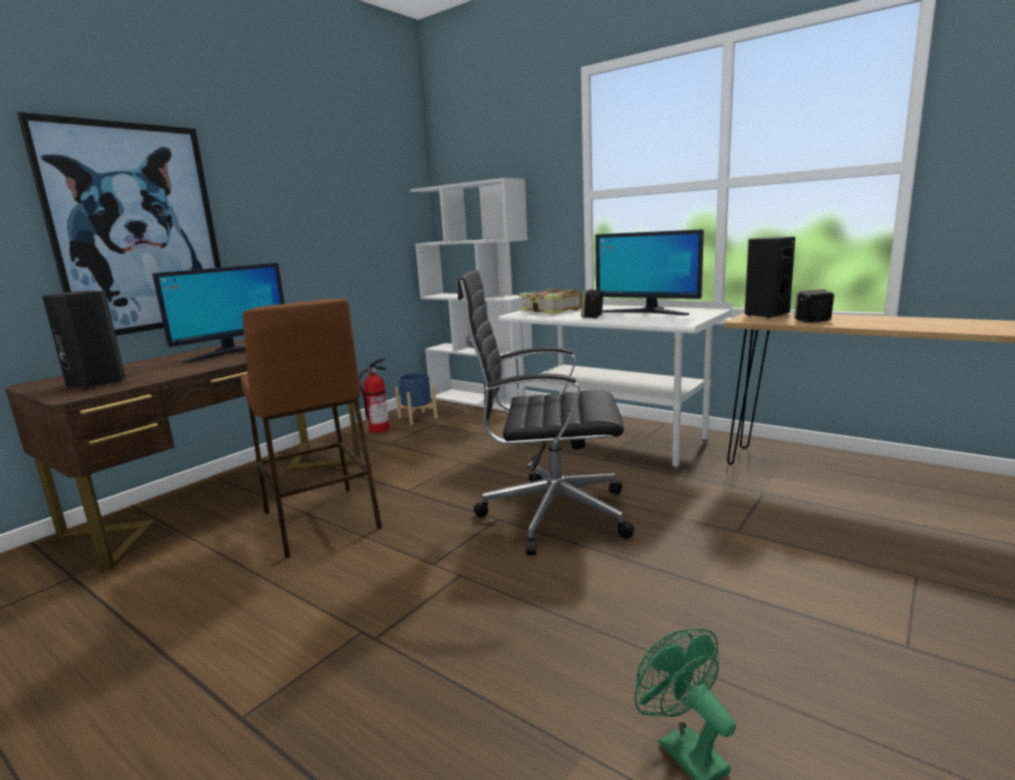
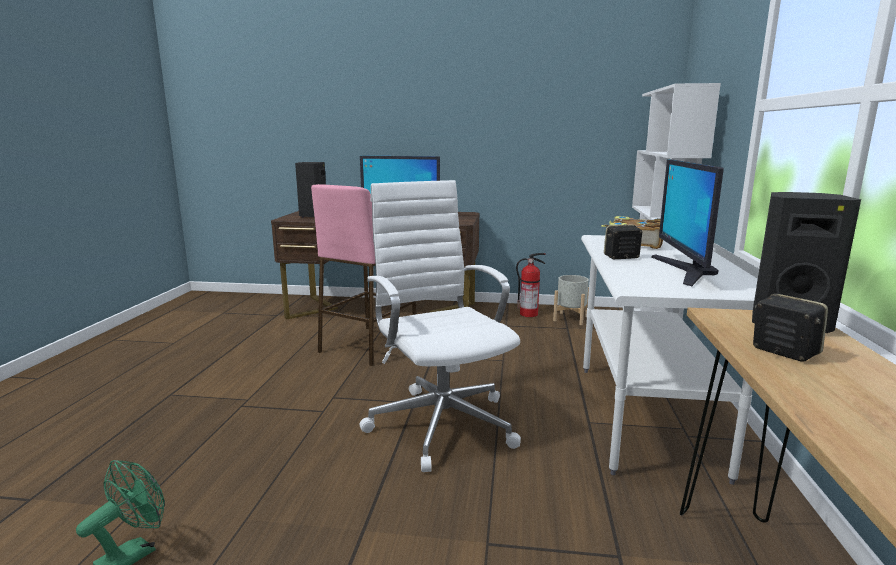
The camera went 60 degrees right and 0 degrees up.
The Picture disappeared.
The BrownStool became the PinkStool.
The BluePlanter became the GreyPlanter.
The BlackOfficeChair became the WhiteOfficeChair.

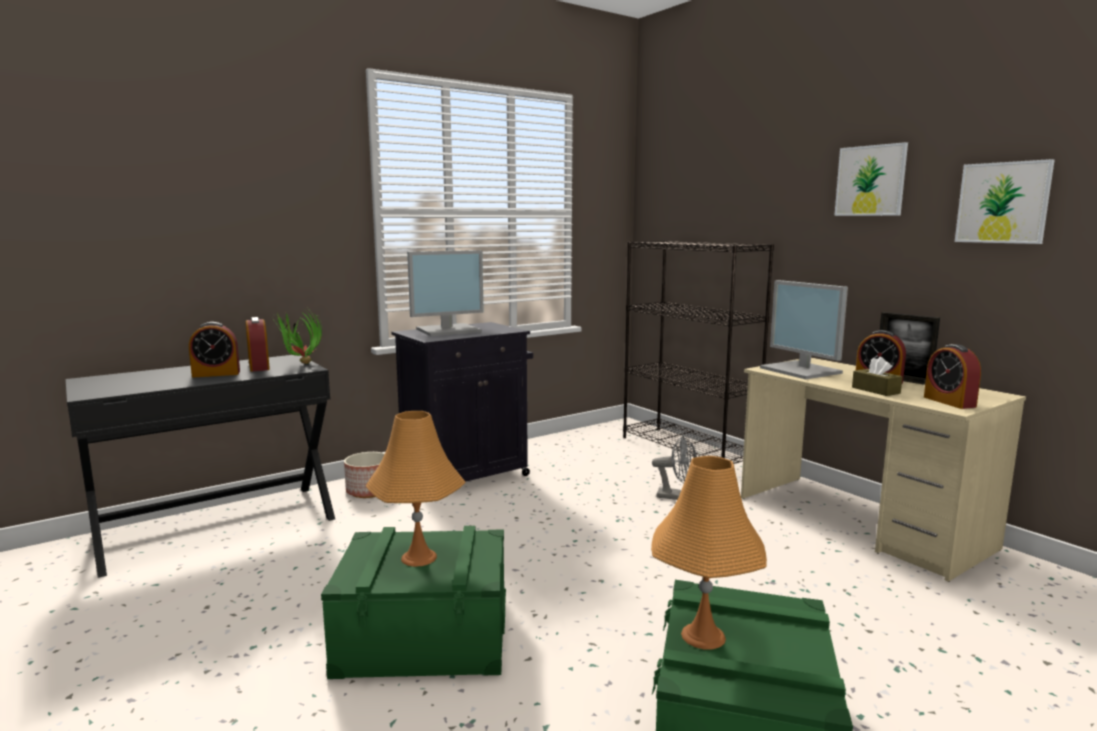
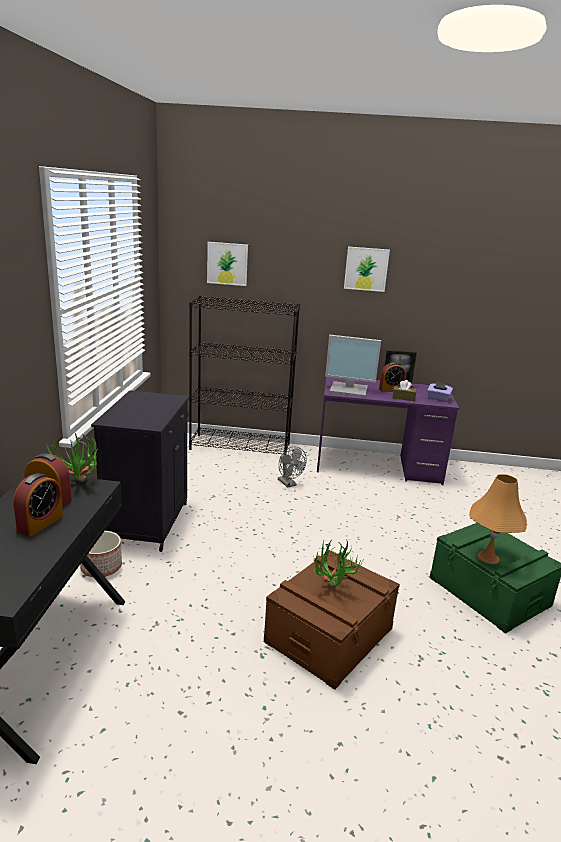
The camera went 50 degrees left and 10 degrees up.
The Monitor (1st from left) disappeared.
The Picture (2nd from left in the first image) moved.
The OrangeTableLamp (1st from left) was replaced by the PottedPlant (2nd from left).
The AlarmClock (4th from left) was replaced by the PurpleTissueBox.
The GreenStorageBox (1st from left) became the BrownStorageBox.
The BeigeDesk became the PurpleDesk.
The GreyFan turned 90 degrees clockwise.

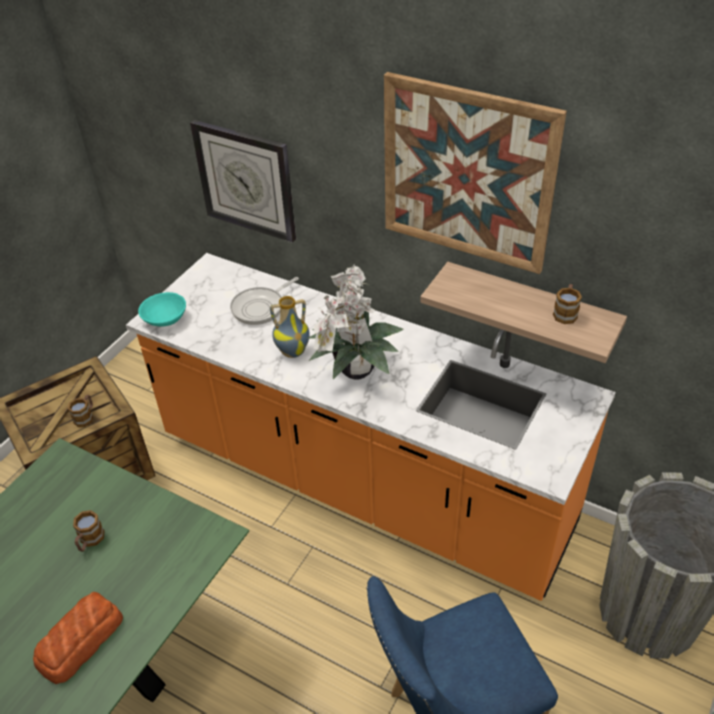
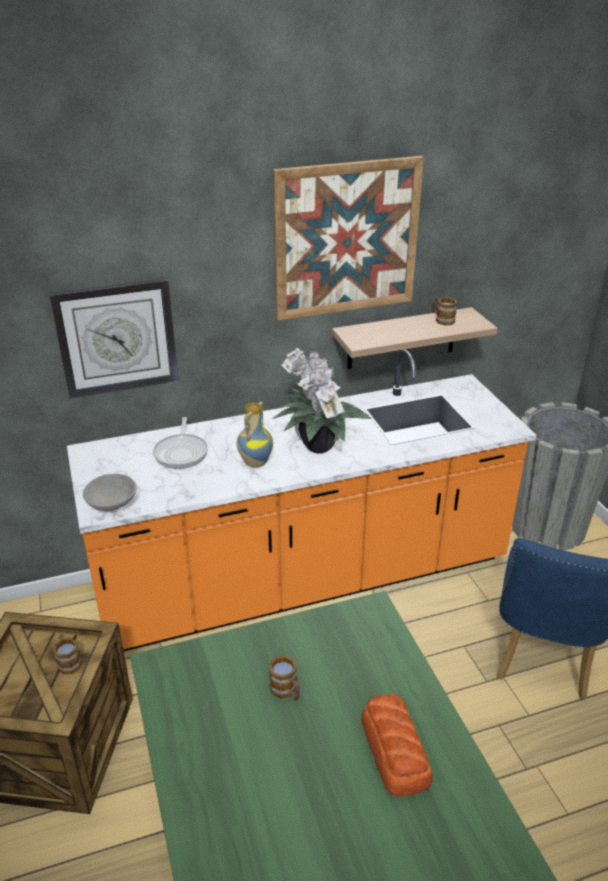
The camera went 50 degrees left and 10 degrees down.
The TurquoiseBowl became the GreyBowl.

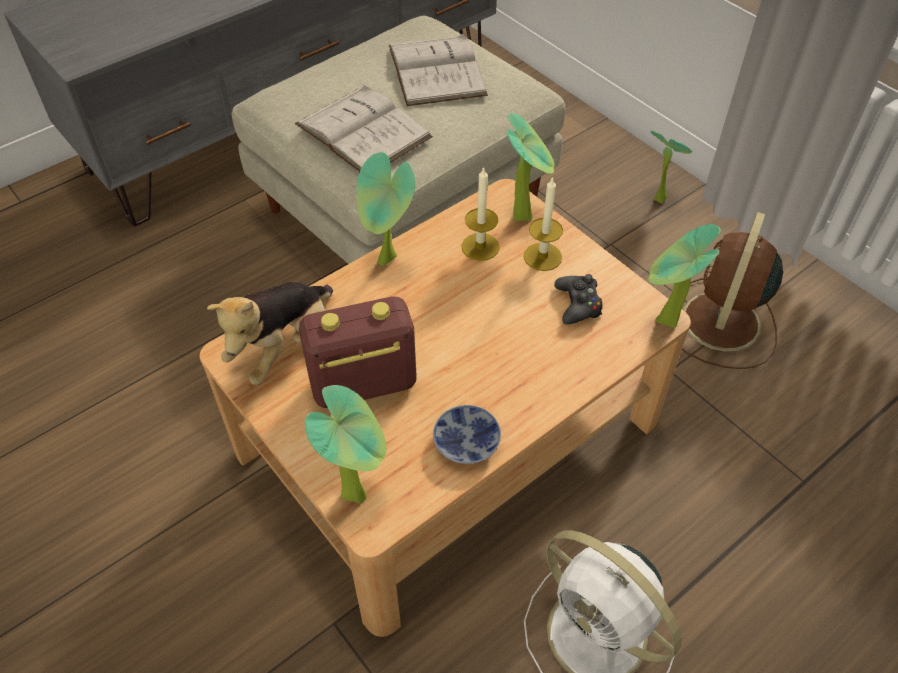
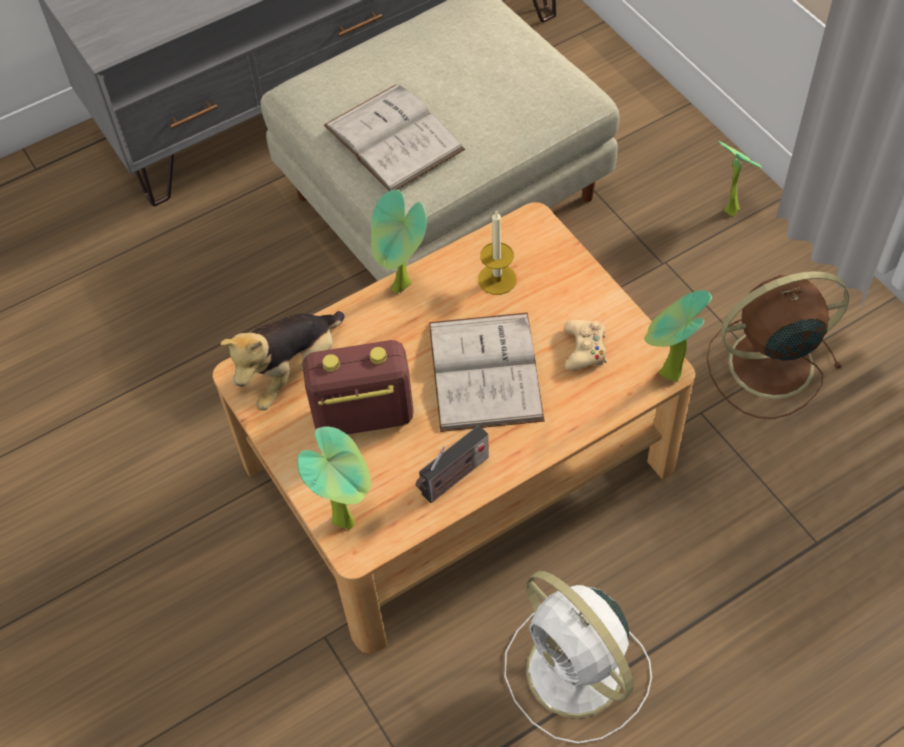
The camera went 10 degrees right and 5 degrees up.
The PottedPlant (3rd from left) disappeared.
The Candle (2nd from left) disappeared.
The WhiteBook (2nd from left) moved.
The Bowl was replaced by the Radio (2nd from left).
The BlackGameController became the BeigeGameController.
The BrownFan turned 45 degrees clockwise.

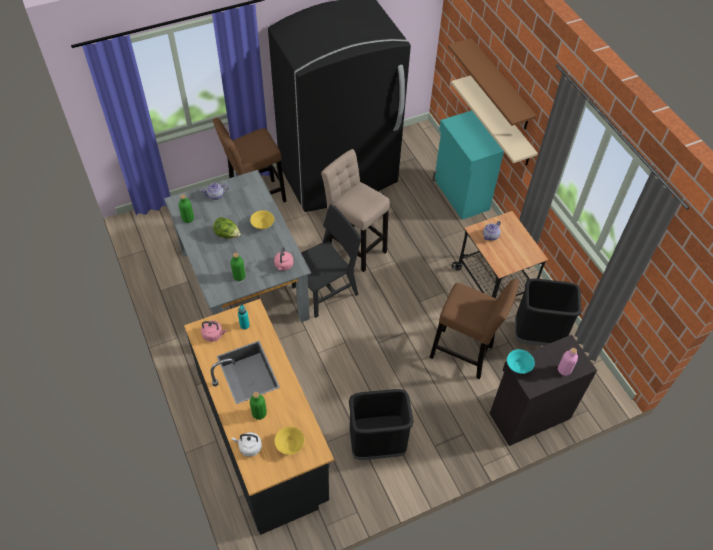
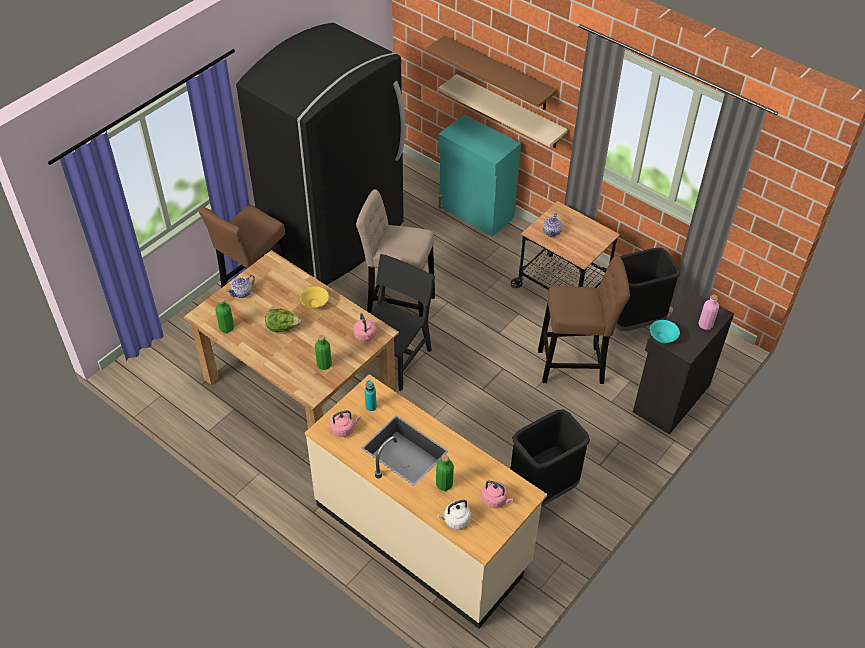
The camera went 25 degrees left and 5 degrees down.
The YellowBowl (2nd from left) was replaced by the PinkKettle (3rd from left).
The GreyDiningTable became the BrownDiningTable.
The BlackCounter became the BeigeCounter.

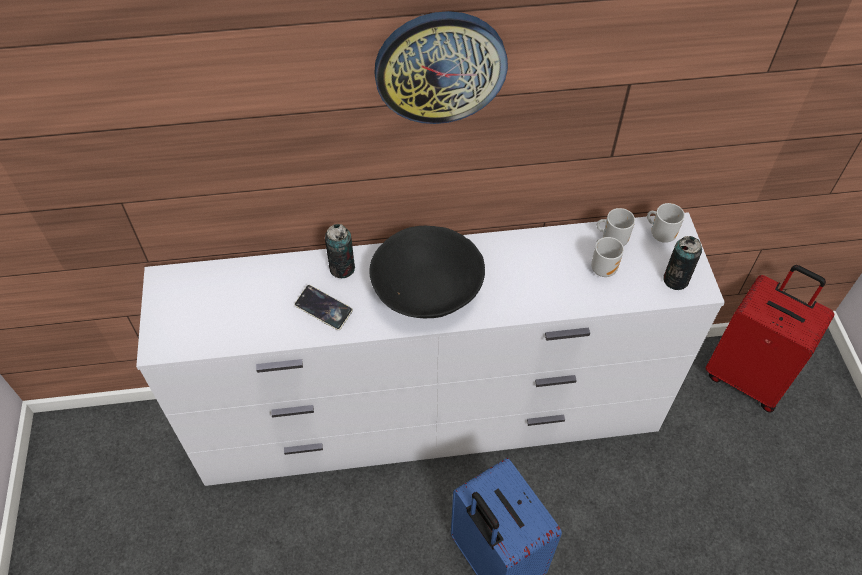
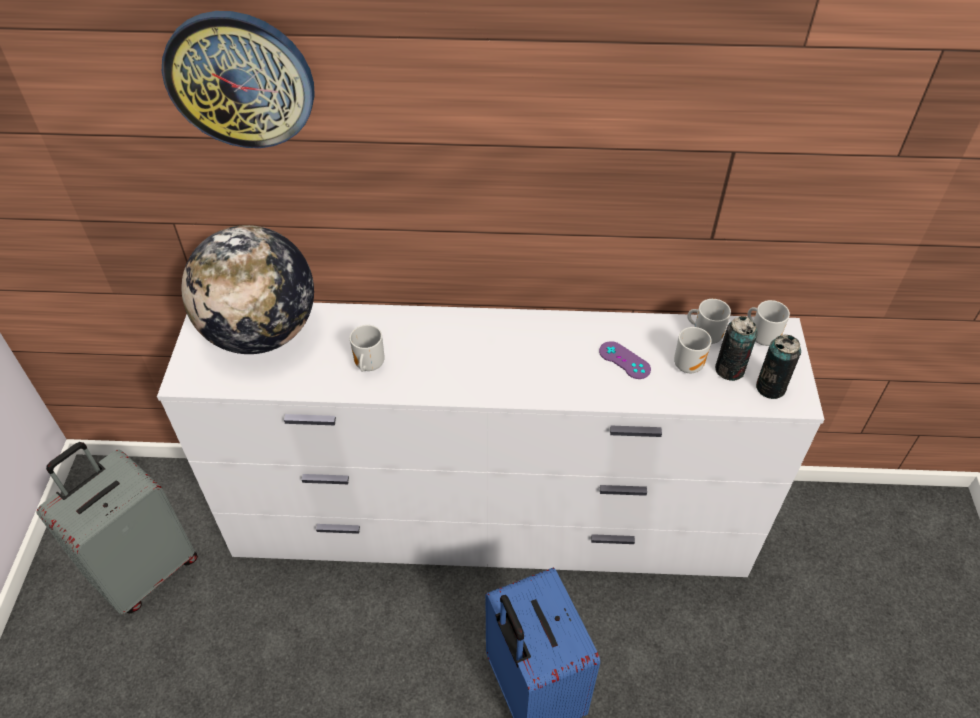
The camera went 10 degrees right and 5 degrees down.
The BlackBowl disappeared.
The RedSuitcase disappeared.
The GreySuitcase appeared.
The Globe appeared.
The PurpleGameController appeared.
The Can (1st from left) moved.
The WallClock moved.
The Phone was replaced by the Mug (1st from left).

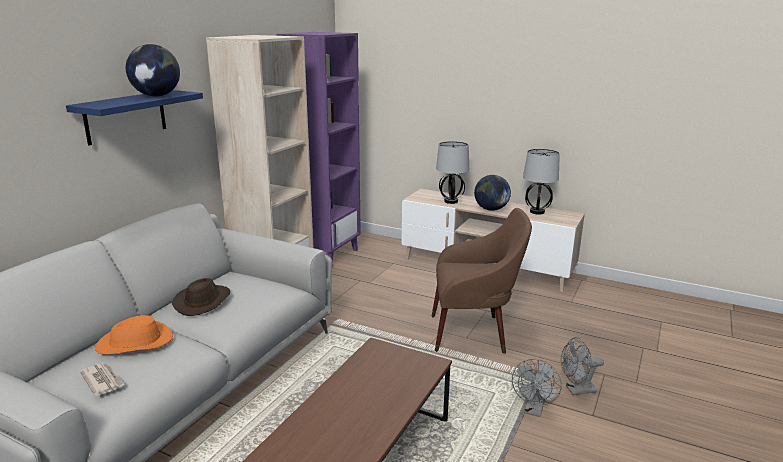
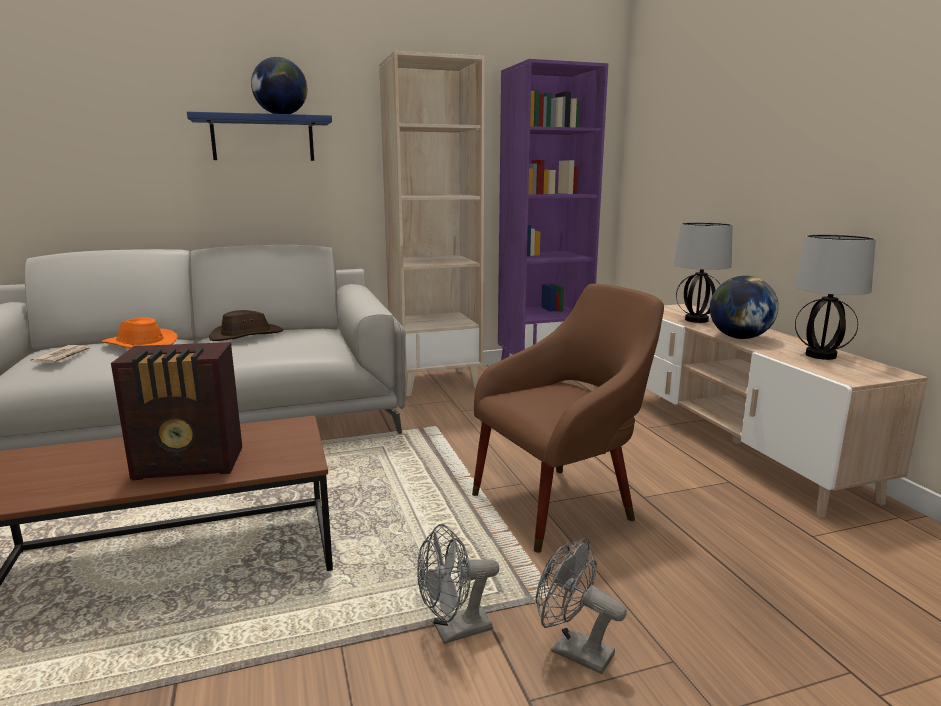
The camera went 45 degrees right and 5 degrees down.
The Radio appeared.
The BrownArmchair turned 75 degrees counterclockwise.

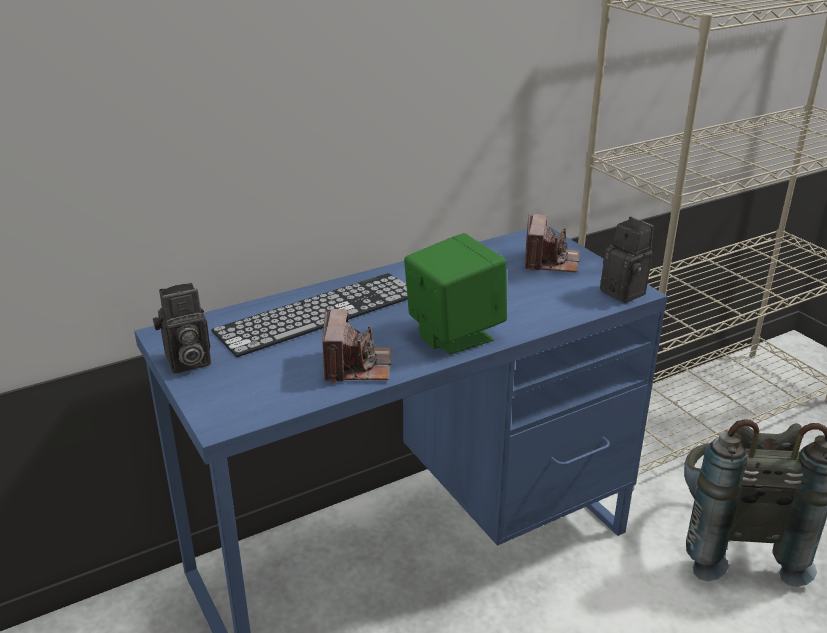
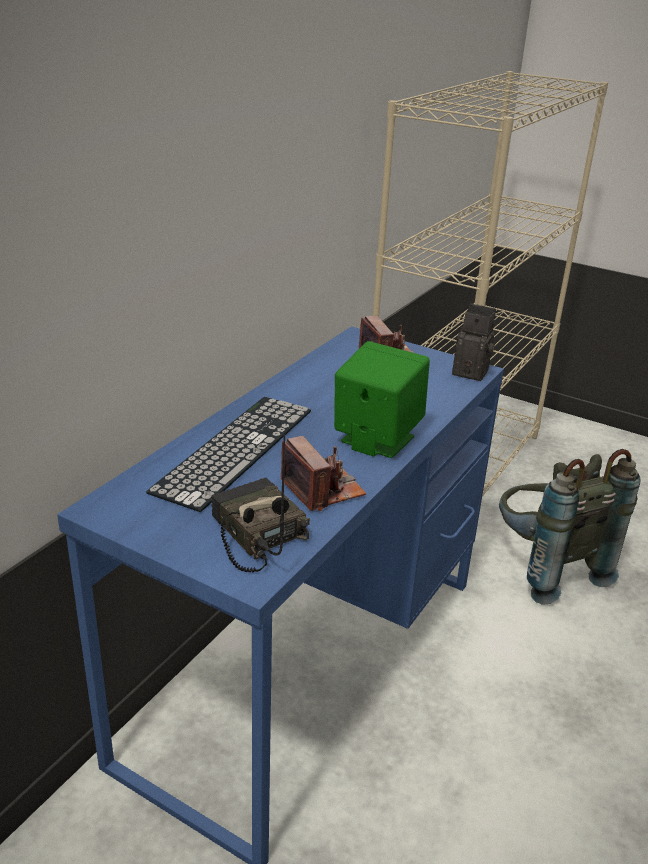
The camera went 30 degrees left and 0 degrees up.
The PhotoCamera (1st from left) disappeared.
The Radio appeared.

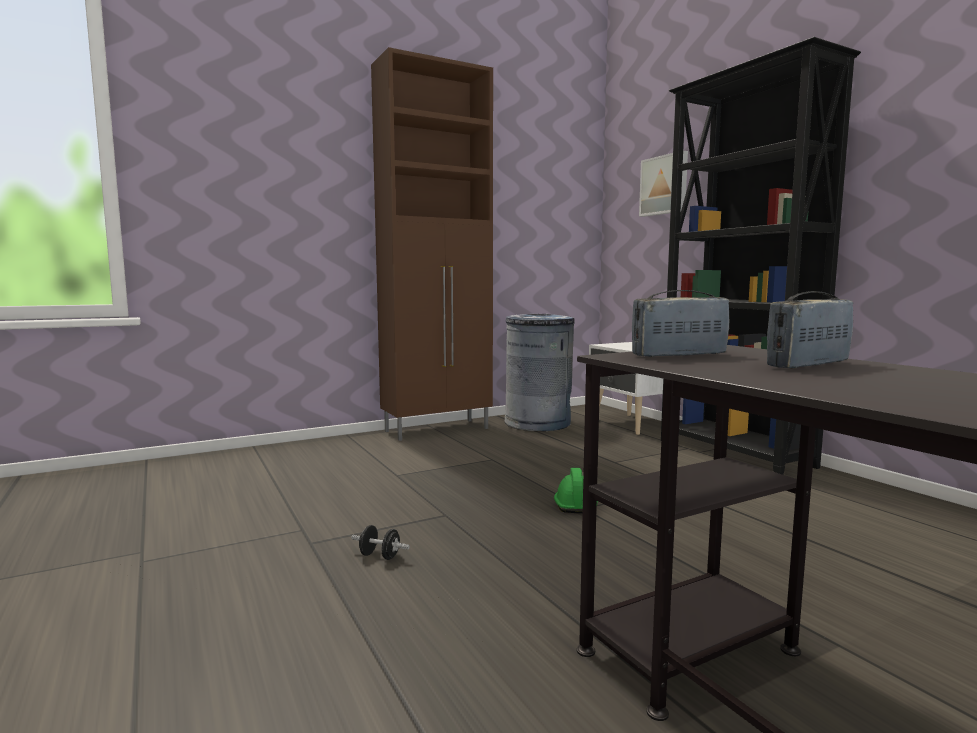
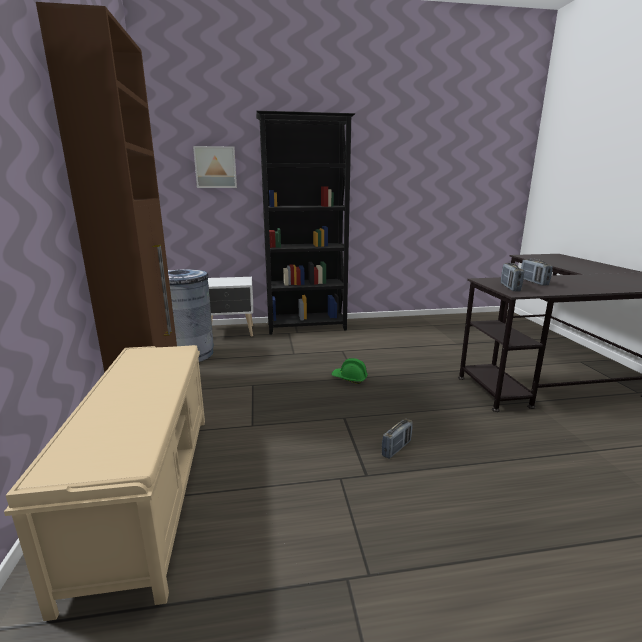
The camera went 70 degrees left and 10 degrees up.
The BeigeBench appeared.
The BlackDumbbell was replaced by the Radio (1st from left).

